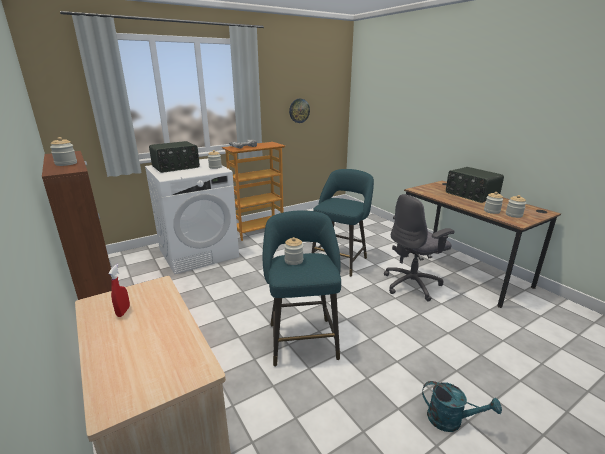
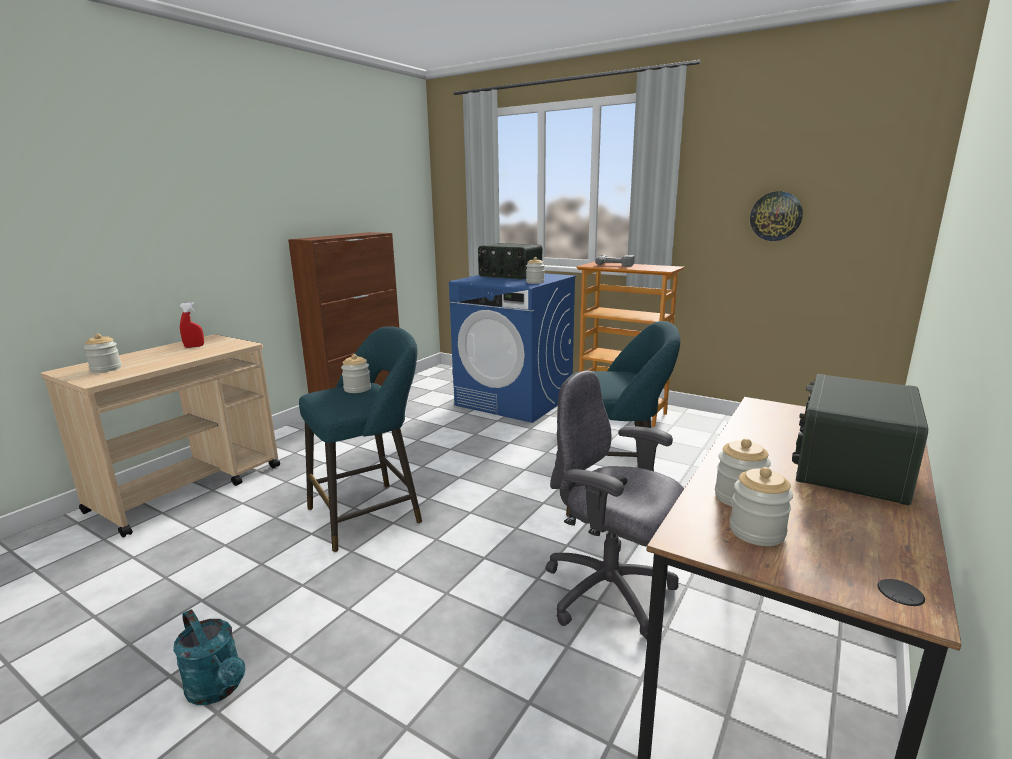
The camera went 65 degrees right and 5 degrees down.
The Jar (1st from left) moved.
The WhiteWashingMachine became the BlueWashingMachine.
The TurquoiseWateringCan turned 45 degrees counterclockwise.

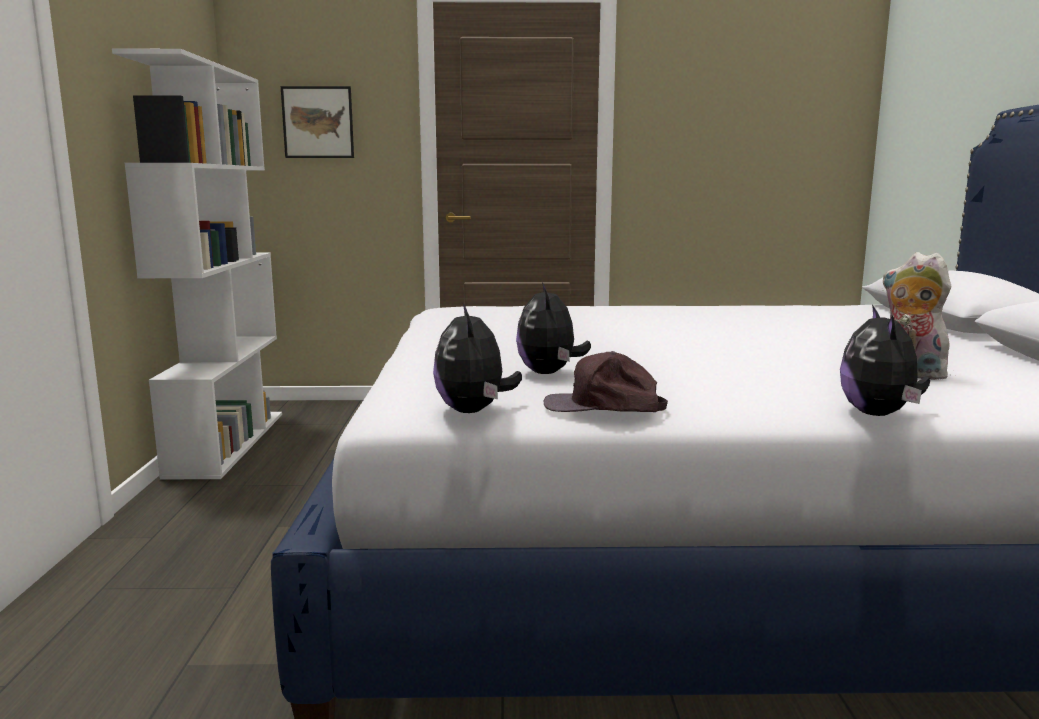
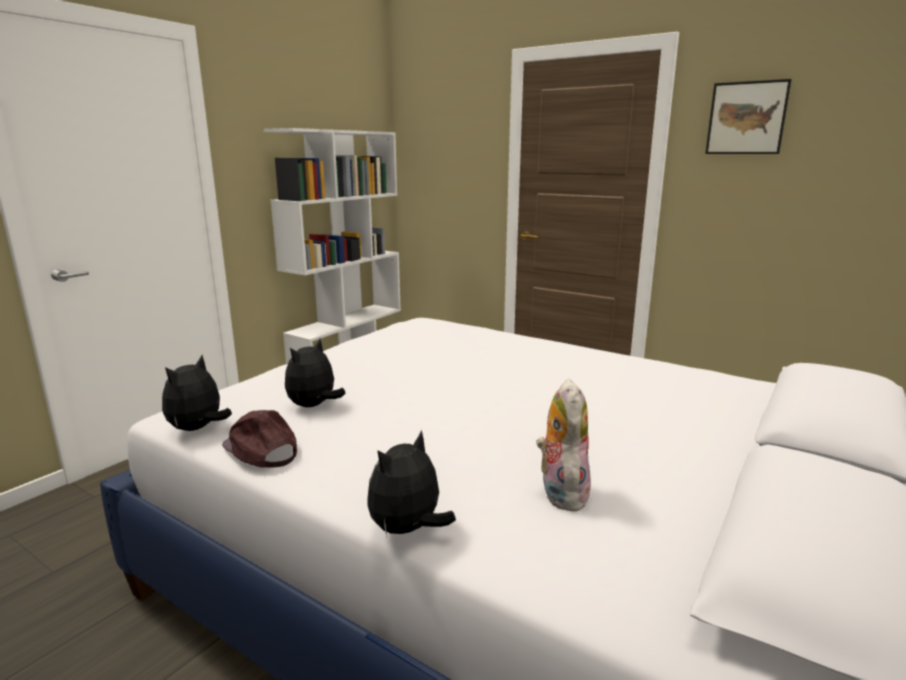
The camera went 35 degrees right and 5 degrees up.
The Picture moved.

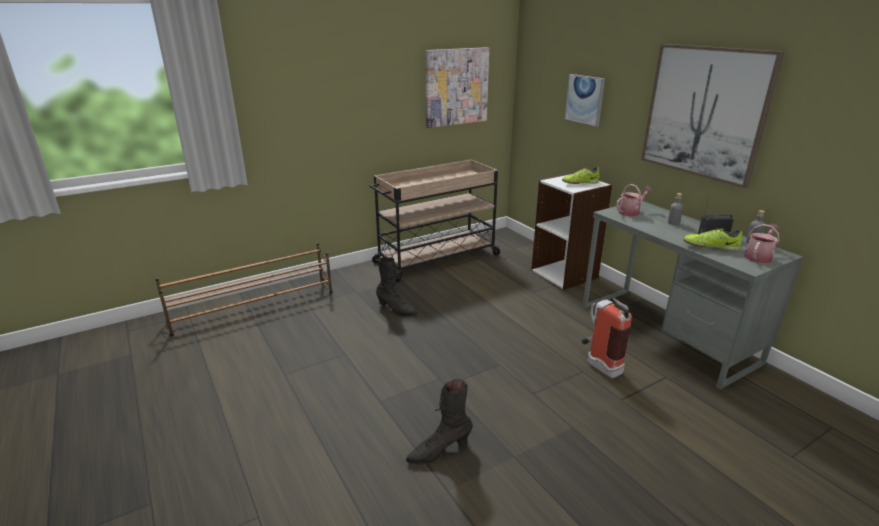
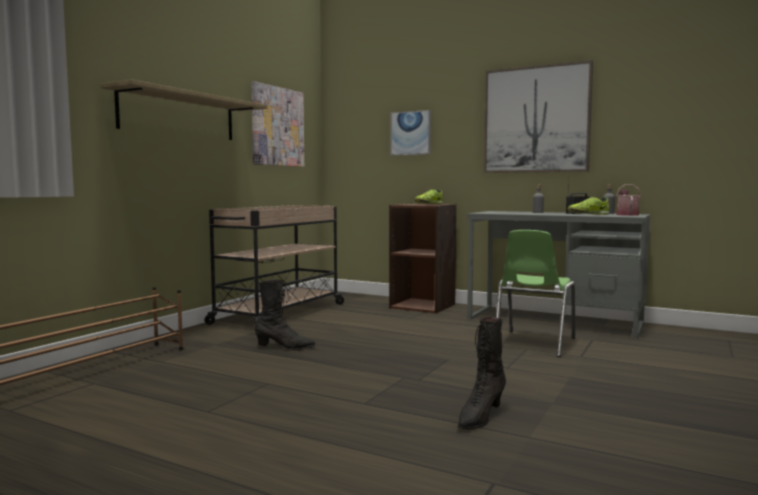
The camera went 30 degrees left and 20 degrees down.
The WateringCan (1st from left) disappeared.
The Shelf appeared.
The FireExtinguisher was replaced by the GreenChair.
The WhiteBookcase became the BrownBookcase.

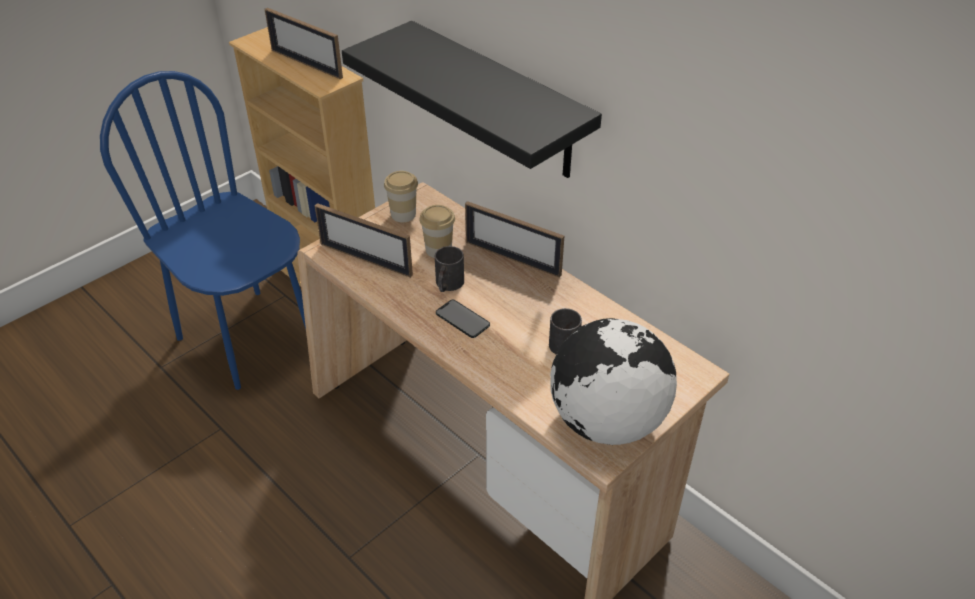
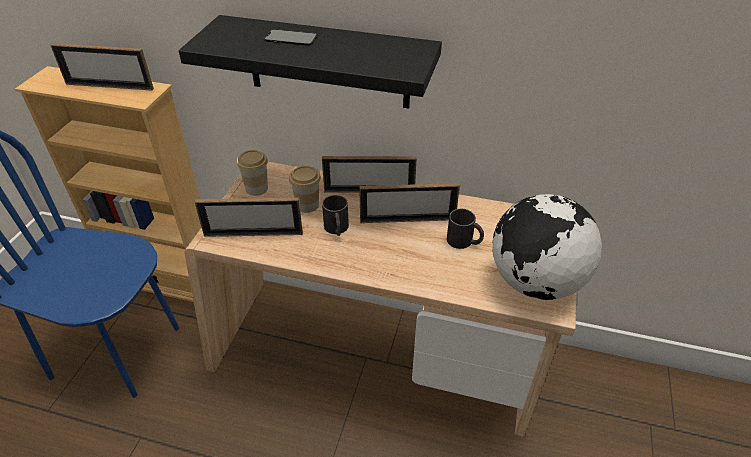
The camera went 30 degrees left and 0 degrees up.
The PictureFrame (4th from left) appeared.
The Phone moved.

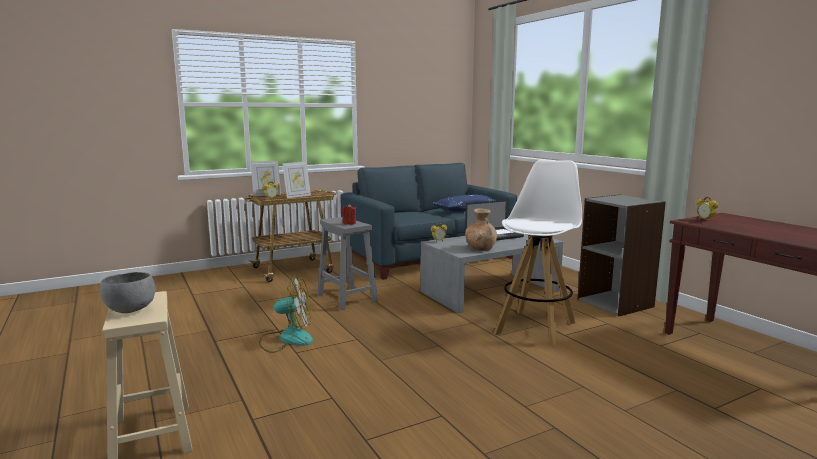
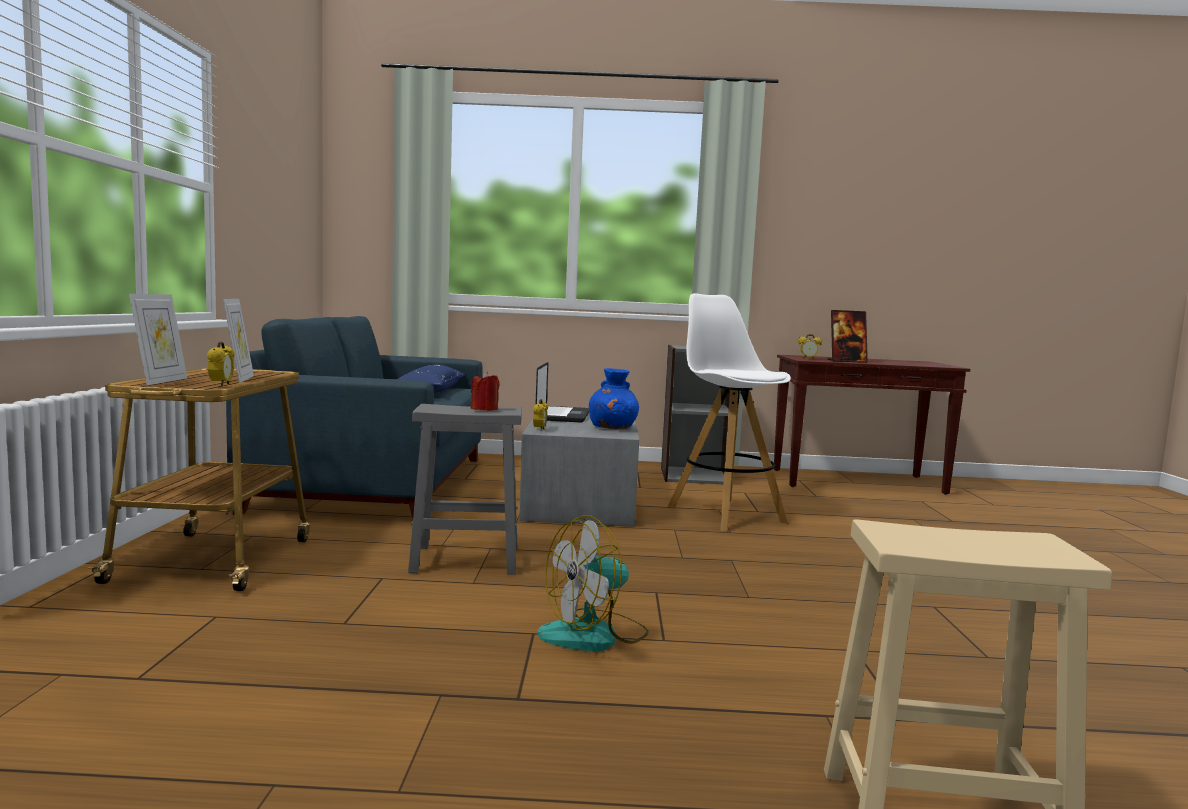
The camera went 60 degrees left and 5 degrees down.
The GreyBowl disappeared.
The PictureFrame (3rd from left) appeared.
The BrownVase became the BlueVase.
The Fan turned 150 degrees counterclockwise.

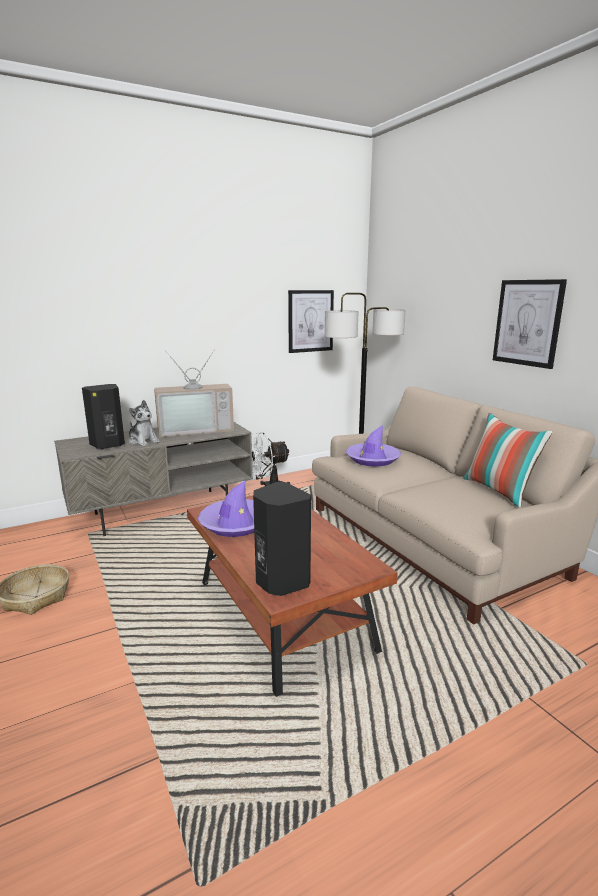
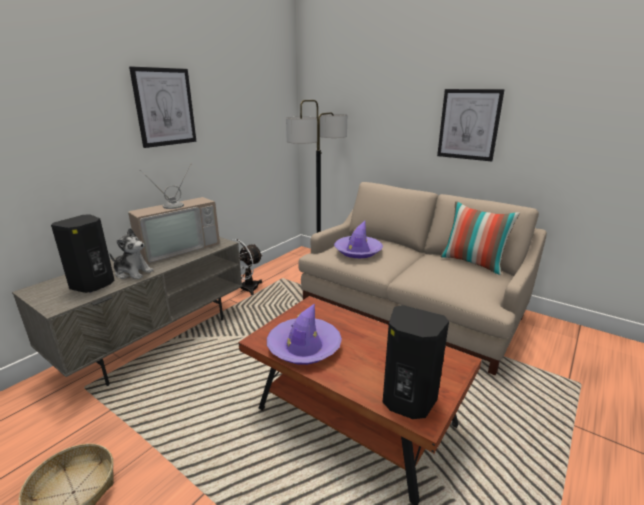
The camera went 25 degrees left and 5 degrees up.
The Picture (1st from left) moved.

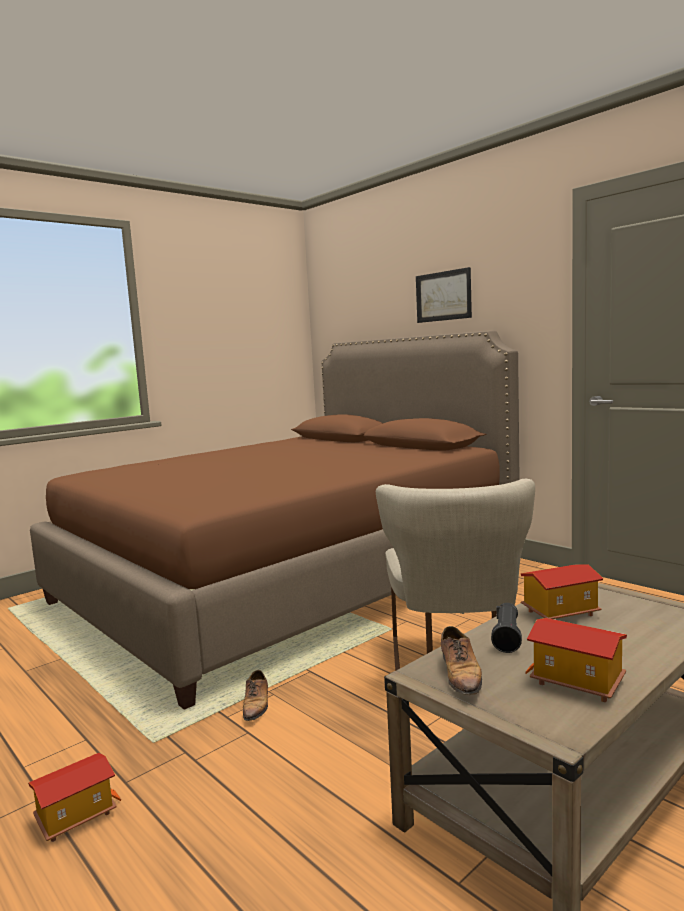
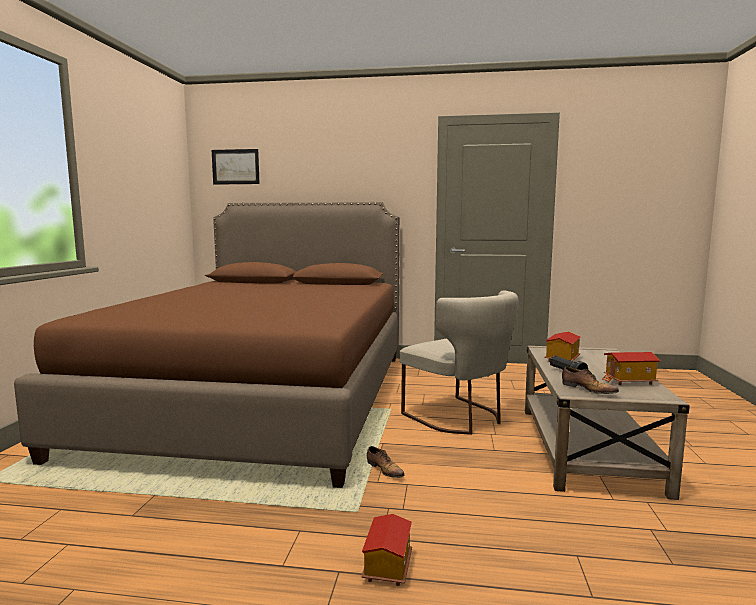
The camera went 40 degrees left and 0 degrees up.
The Picture moved.

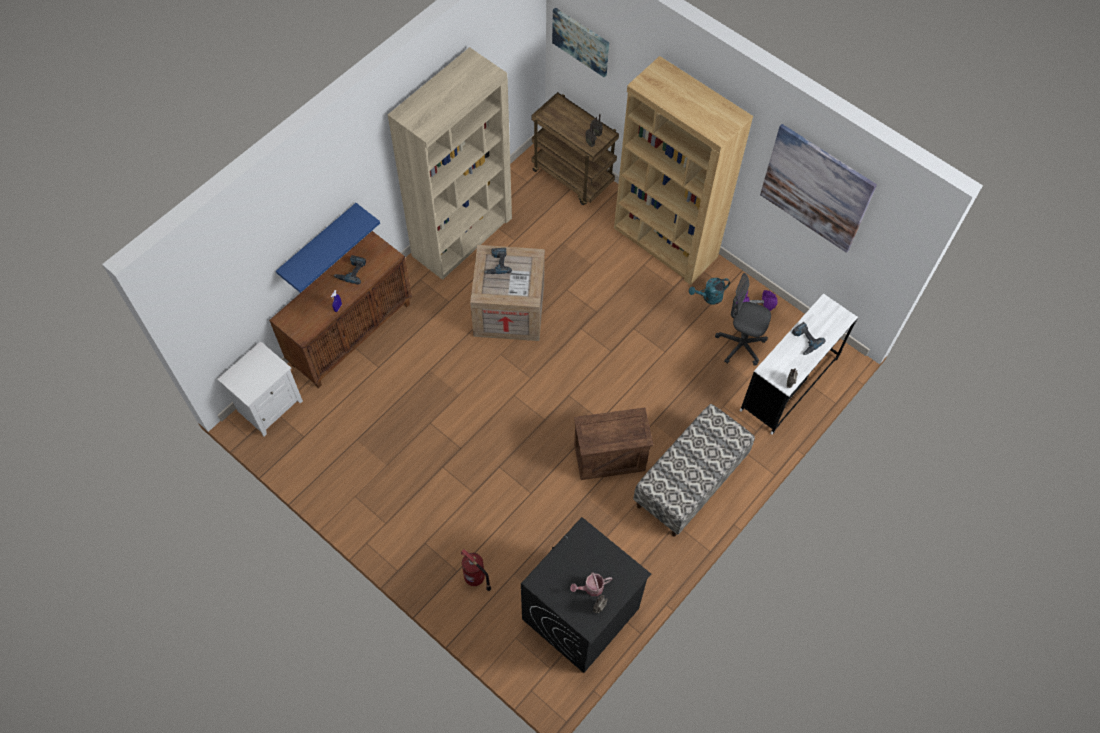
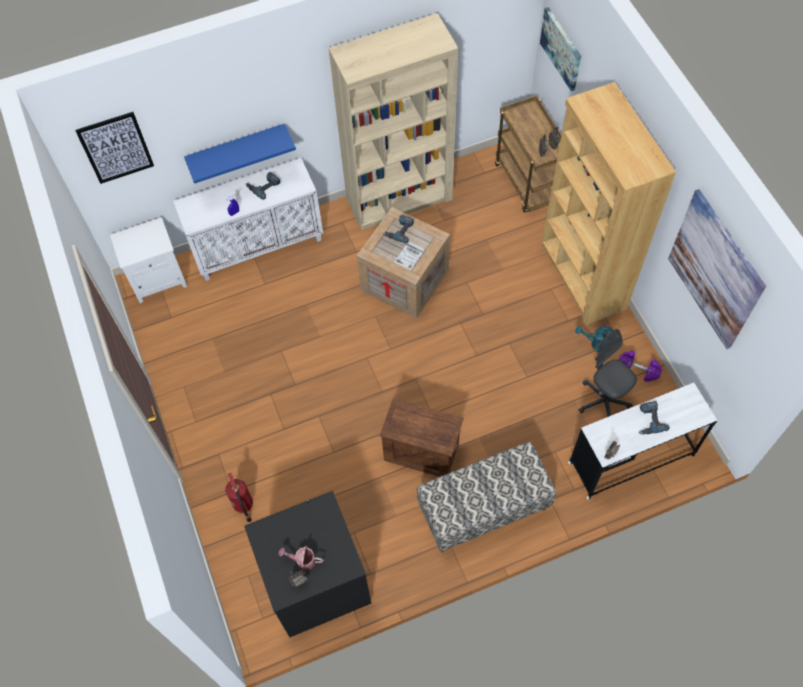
The camera went 30 degrees right and 0 degrees up.
The Picture (1st from left) appeared.
The BrownCabinet became the WhiteCabinet.

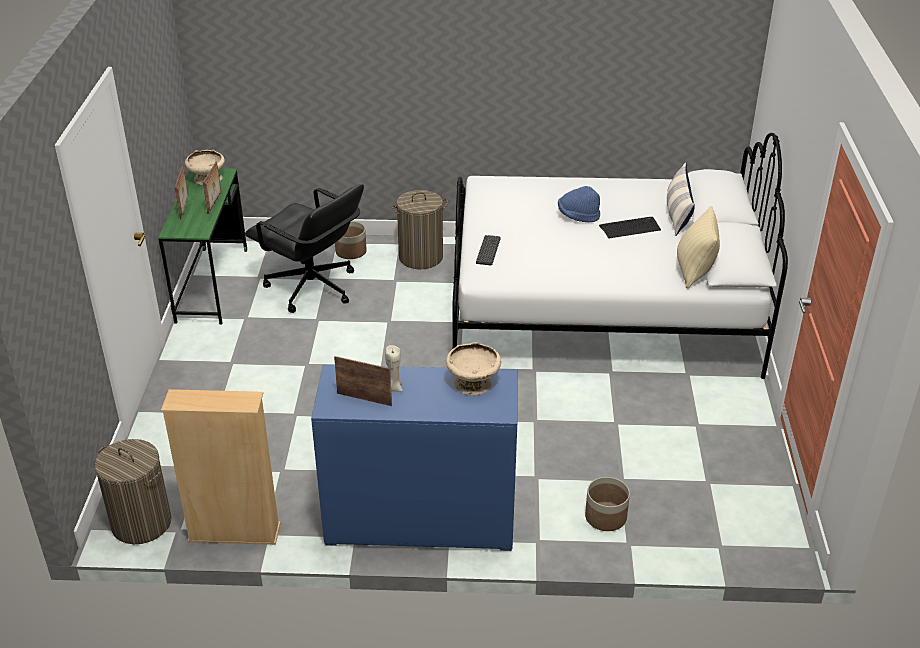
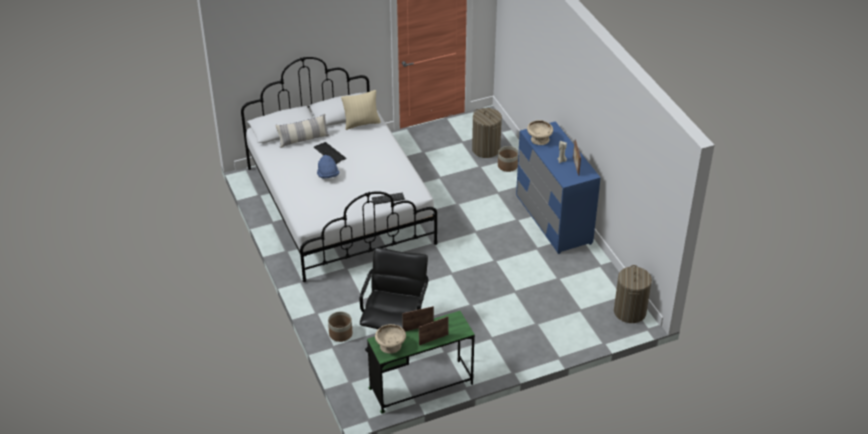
The camera went 115 degrees left and 5 degrees up.
The BeigeBookcase disappeared.
The LaundryBasket (2nd from left in the first image) moved.

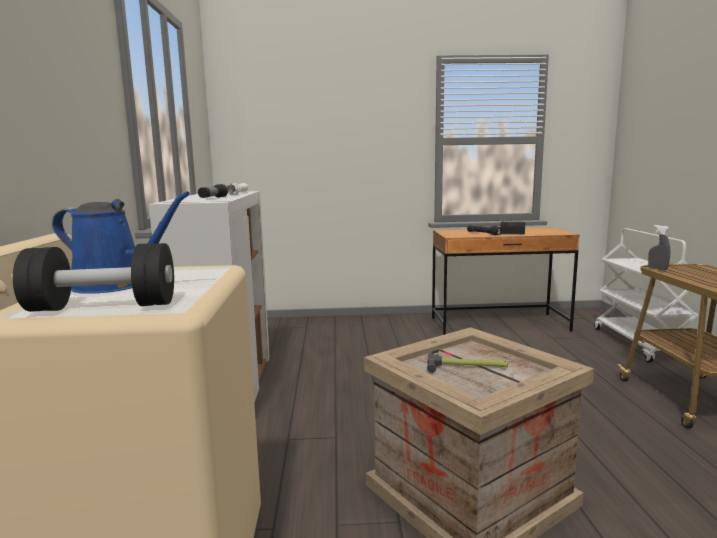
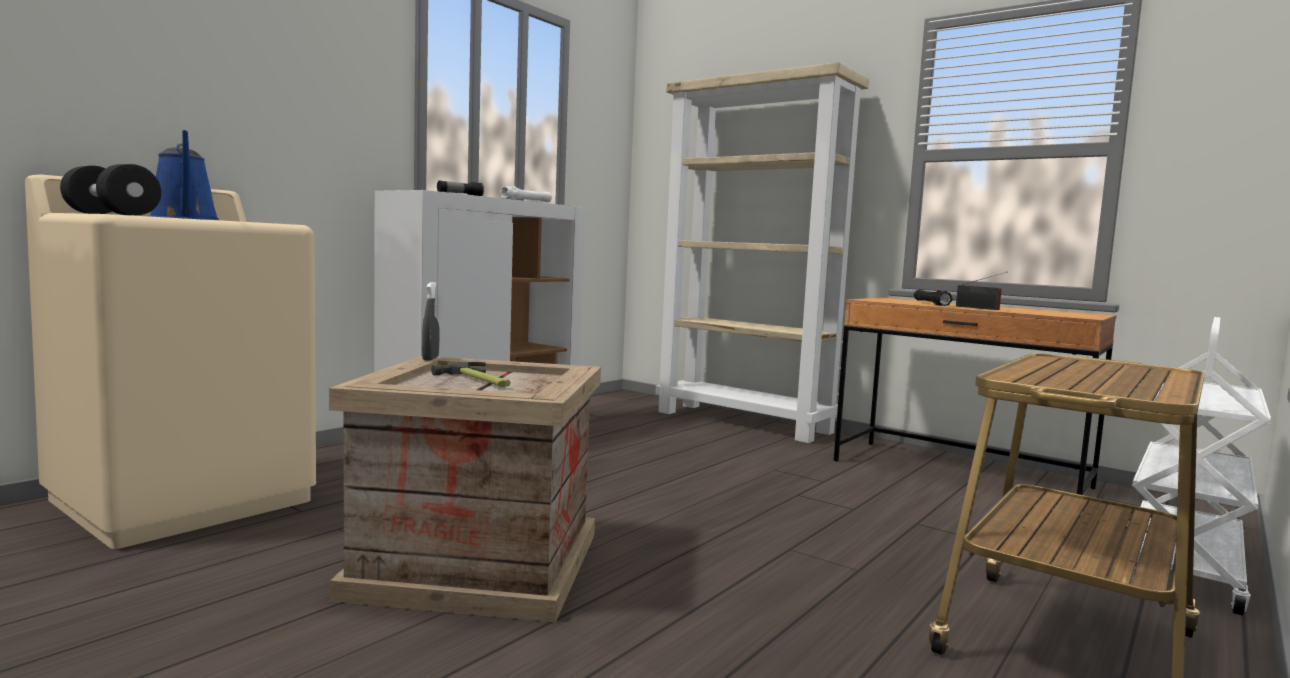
The camera went 40 degrees right and 5 degrees down.
The BeigeBookcase appeared.
The GreySprayBottle moved.

